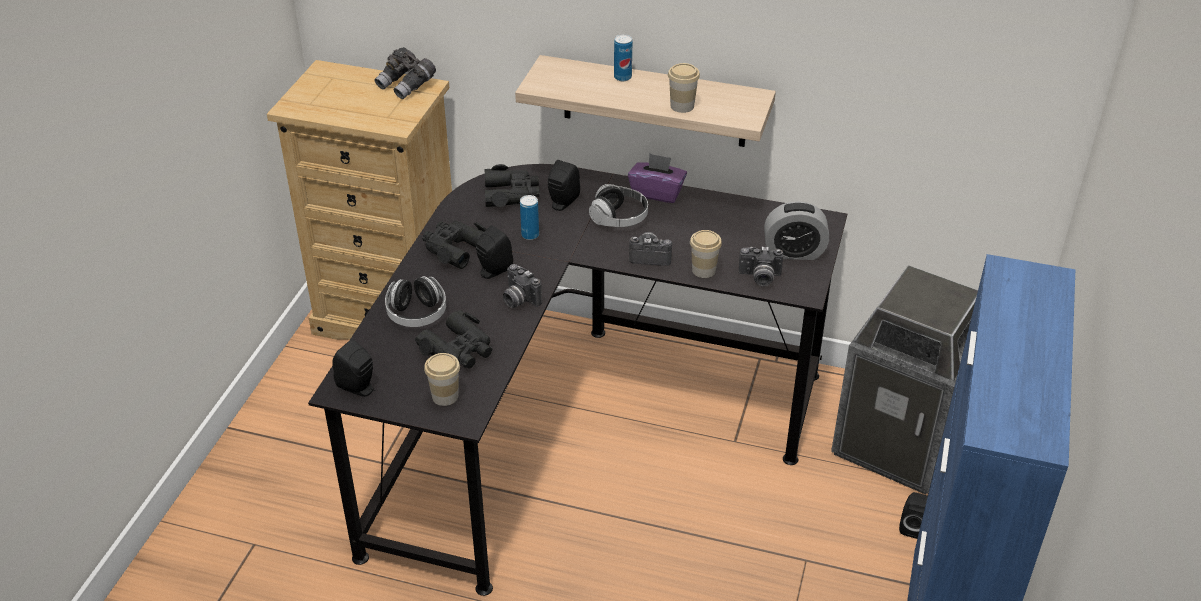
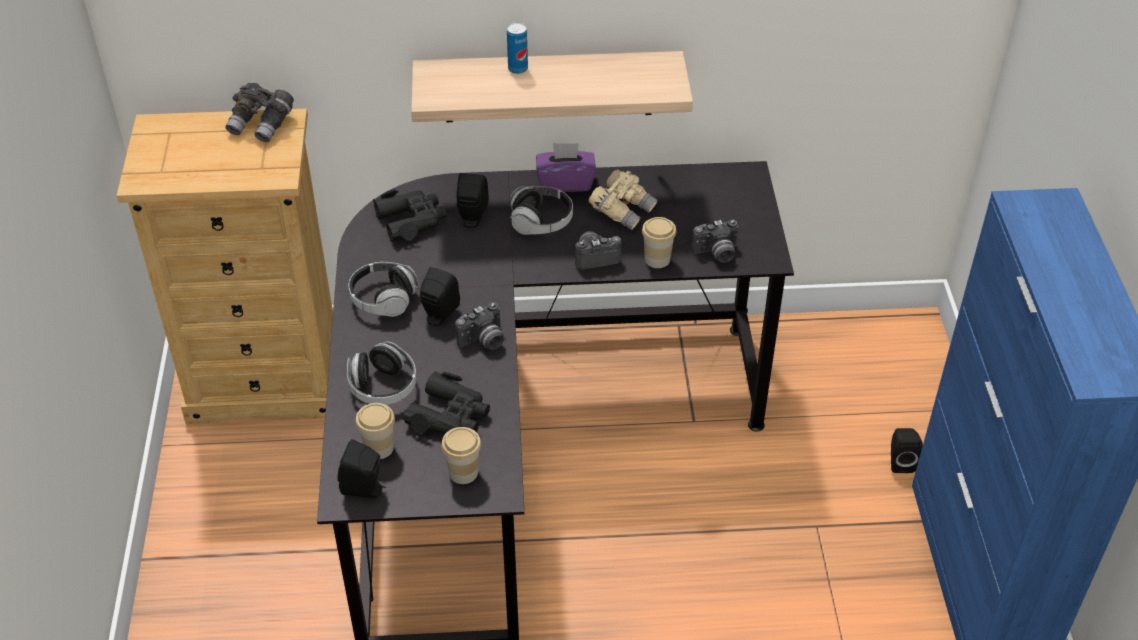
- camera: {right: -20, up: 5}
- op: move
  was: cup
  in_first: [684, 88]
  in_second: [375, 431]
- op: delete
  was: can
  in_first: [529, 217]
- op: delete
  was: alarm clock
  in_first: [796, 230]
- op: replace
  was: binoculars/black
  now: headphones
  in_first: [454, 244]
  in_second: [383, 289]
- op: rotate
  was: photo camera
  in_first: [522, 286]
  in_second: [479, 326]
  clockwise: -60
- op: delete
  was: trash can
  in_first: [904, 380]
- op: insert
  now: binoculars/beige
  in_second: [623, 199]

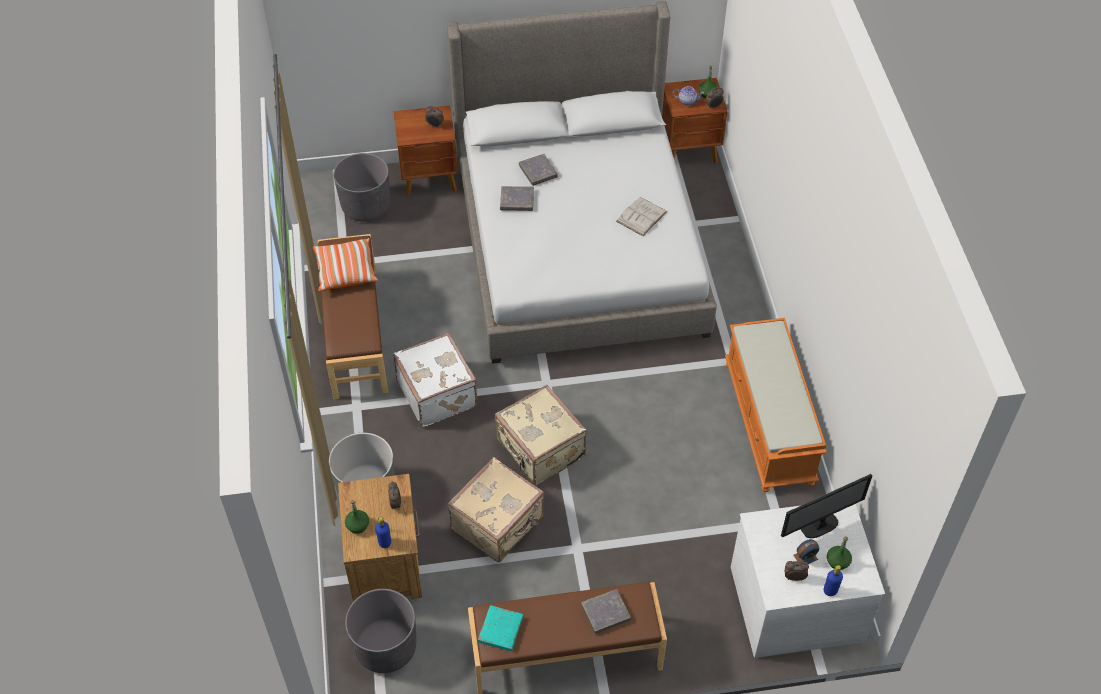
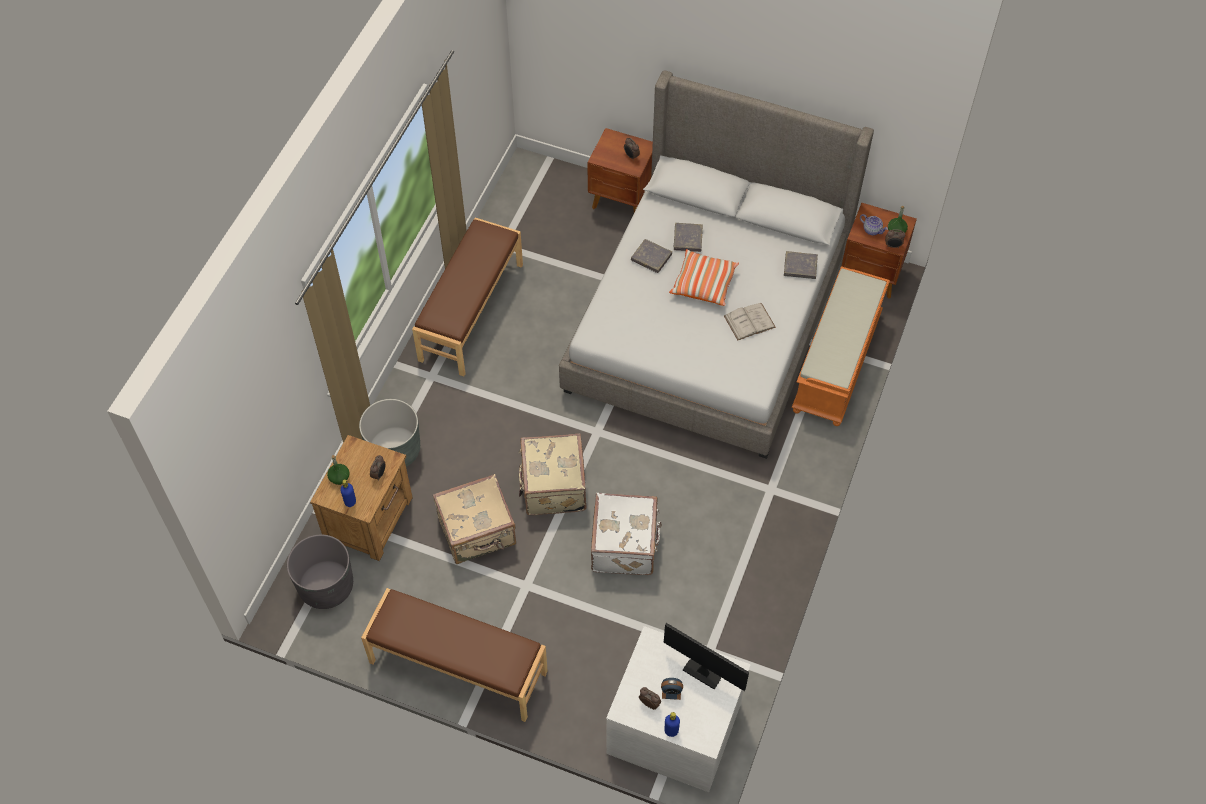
- camera: {right: 30, up: 5}
- op: delete
  was: planter/grey
  in_first: [361, 187]
- op: move
  was: pillow
  in_first: [345, 264]
  in_second: [704, 277]
- op: move
  was: bench/orange
  in_first: [776, 405]
  in_second: [841, 346]
- op: move
  was: suitcase/white
  in_first: [435, 380]
  in_second: [626, 534]
- op: rotate
  was: monitor
  in_first: [826, 506]
  in_second: [706, 657]
  clockwise: -150
- op: delete
  was: bottle/green
  in_first: [839, 553]
- op: move
  was: book/grey
  in_first: [606, 611]
  in_second: [801, 265]
- op: delete
  was: book/turquoise
  in_first: [500, 628]

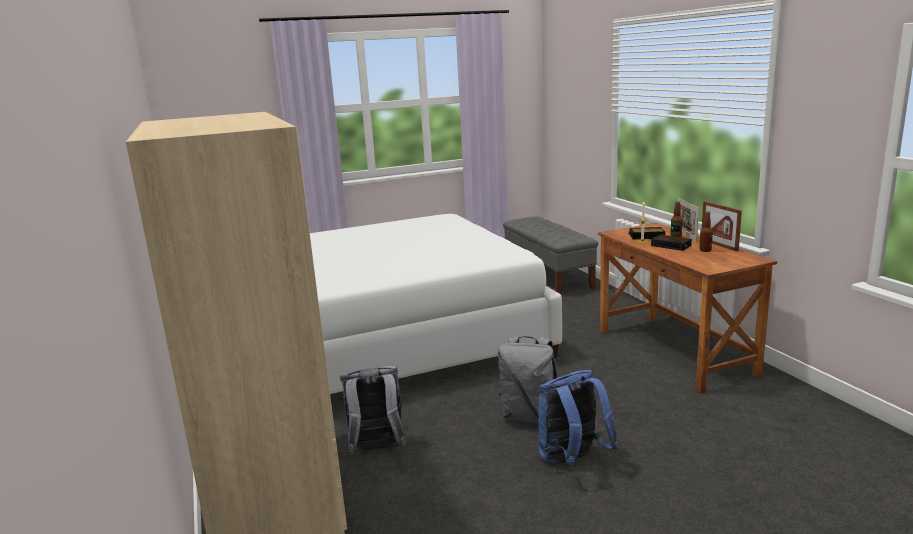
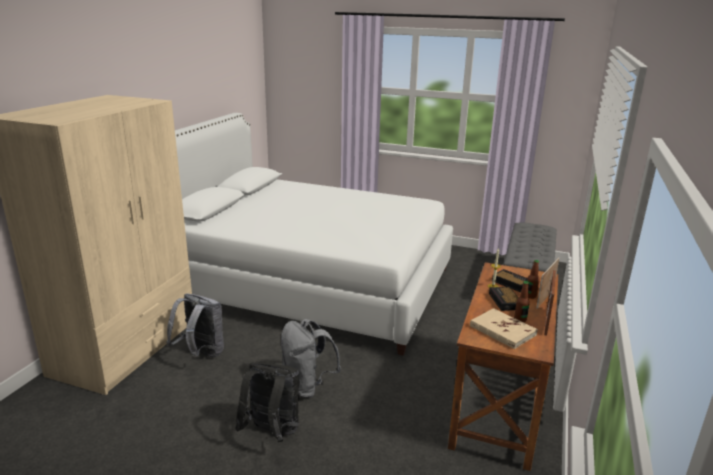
- camera: {right: 40, up: 5}
- op: recolor
  was: backpack/blue
  now: backpack/black
  in_first: [578, 417]
  in_second: [267, 402]
- op: insert
  now: book/beige
  in_second: [504, 328]

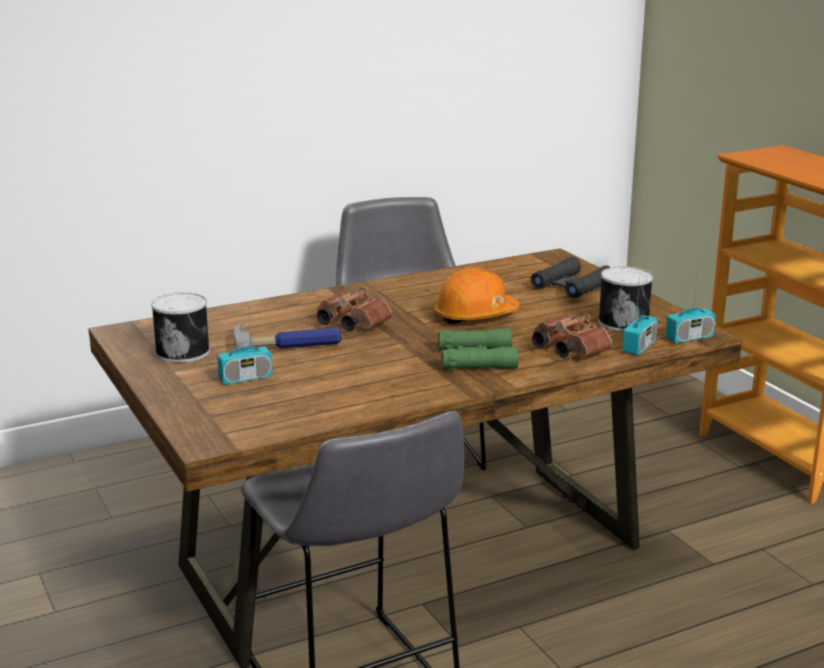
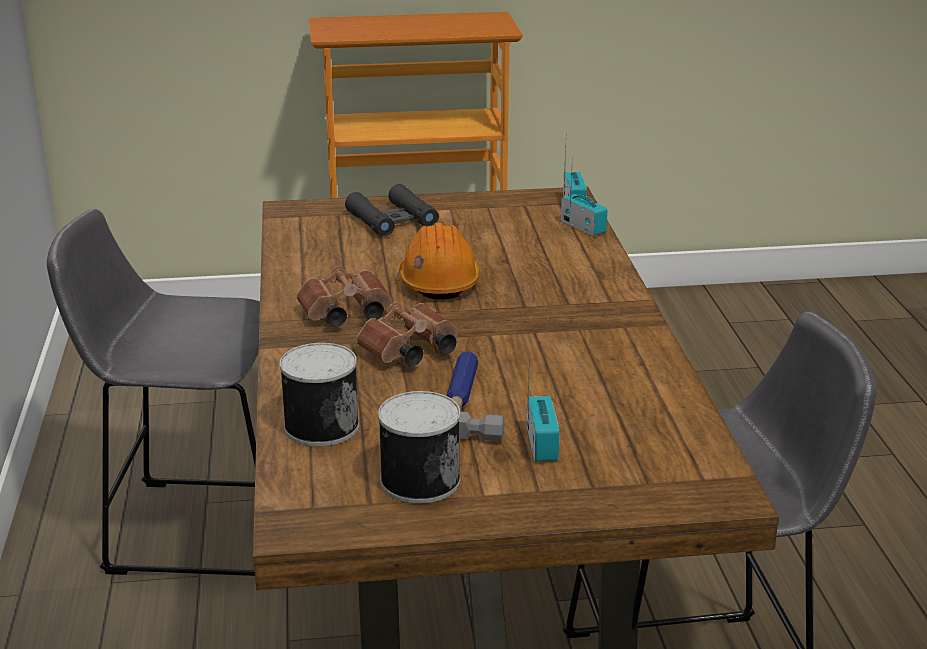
- camera: {right: -70, up: 5}
- op: move
  was: can
  in_first: [625, 299]
  in_second: [319, 394]
- op: move
  was: binoculars/brown
  in_first: [572, 337]
  in_second: [344, 296]
- op: delete
  was: binoculars/green
  in_first: [478, 349]

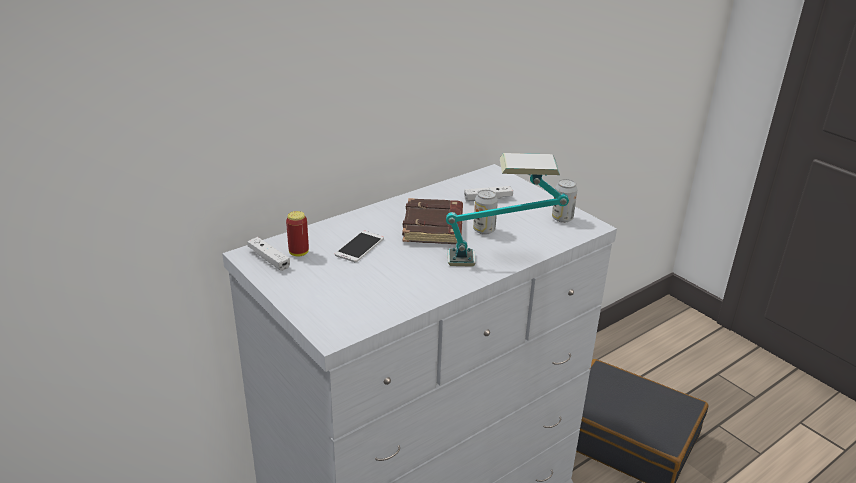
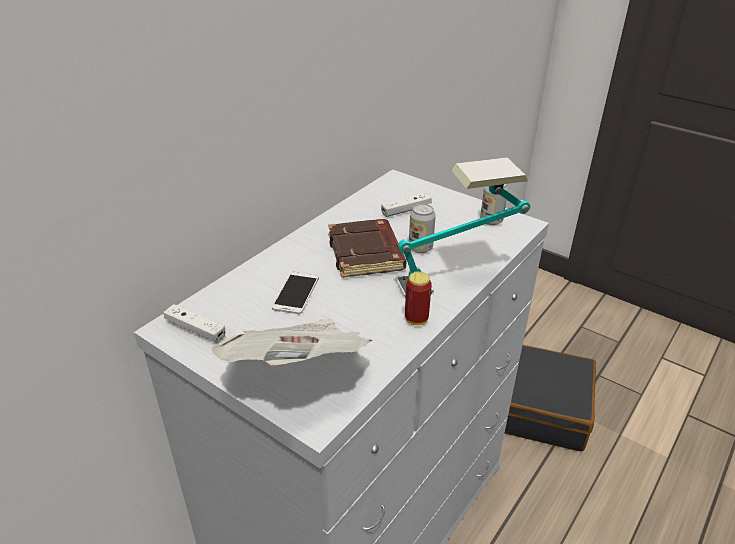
- camera: {right: -15, up: 5}
- op: move
  was: can
  in_first: [297, 233]
  in_second: [418, 298]
- op: insert
  now: newspaper
  in_second: [292, 343]

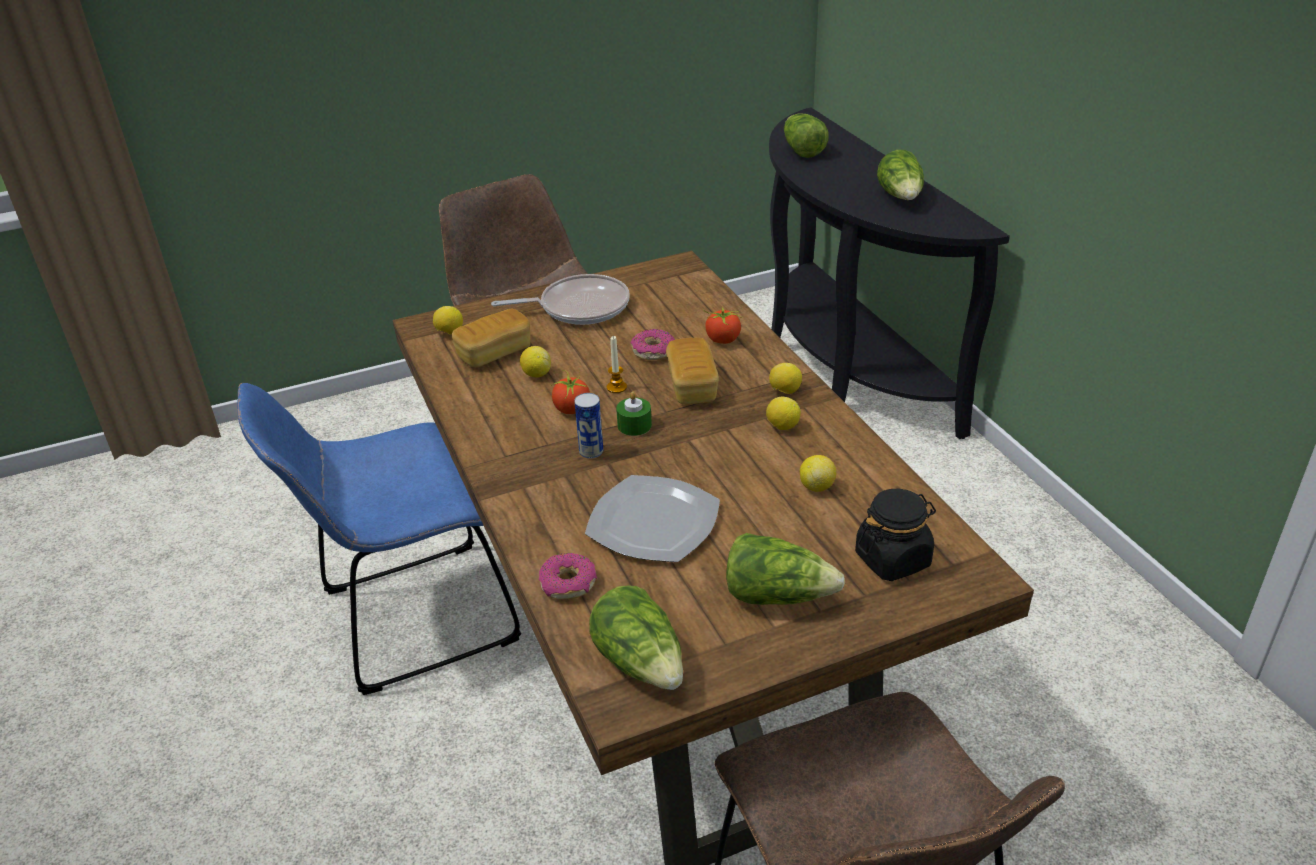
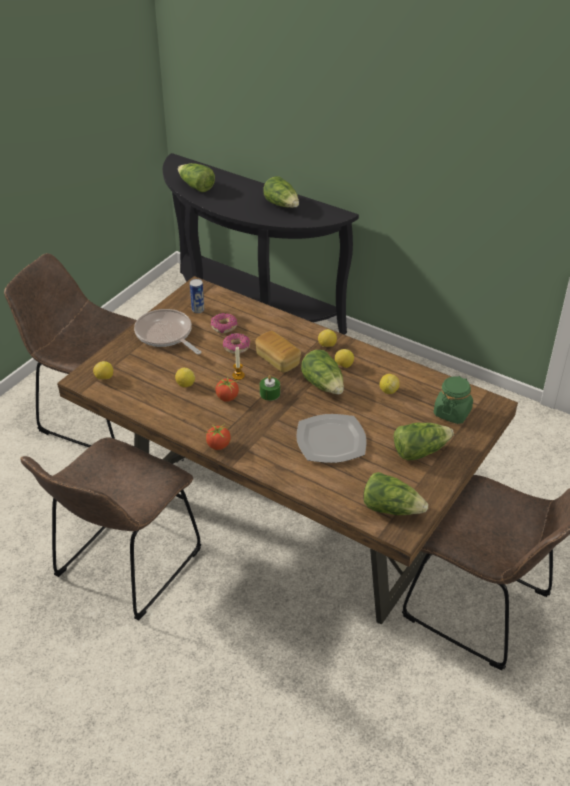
- camera: {right: -35, up: 5}
- op: rotate
  was: frying pan
  in_first: [560, 299]
  in_second: [168, 332]
  clockwise: -90
- op: move
  was: tomato
  in_first: [722, 325]
  in_second: [217, 437]
- op: delete
  was: bread
  in_first: [491, 337]
- op: recolor
  was: chair/blue
  now: chair/brown
  in_first: [379, 539]
  in_second: [110, 529]
- op: move
  was: can
  in_first: [588, 426]
  in_second: [197, 296]
- op: recolor
  was: jar/black
  now: jar/green
  in_first: [895, 535]
  in_second: [453, 400]
- op: move
  was: donut
  in_first: [568, 576]
  in_second: [224, 323]
- op: insert
  now: lettuce
  in_second: [322, 372]

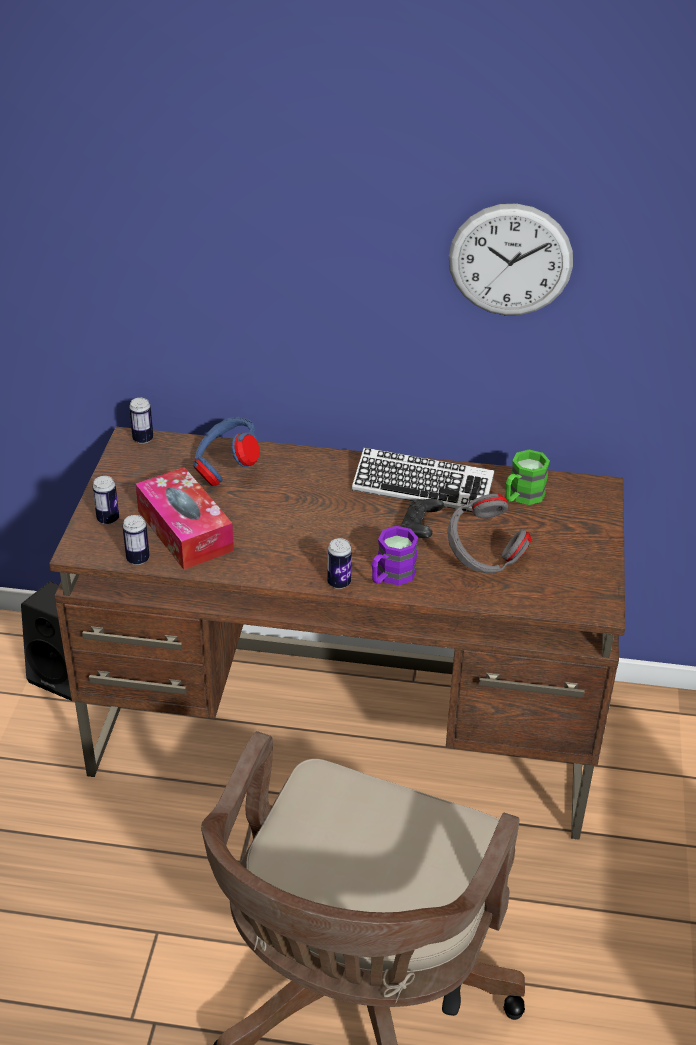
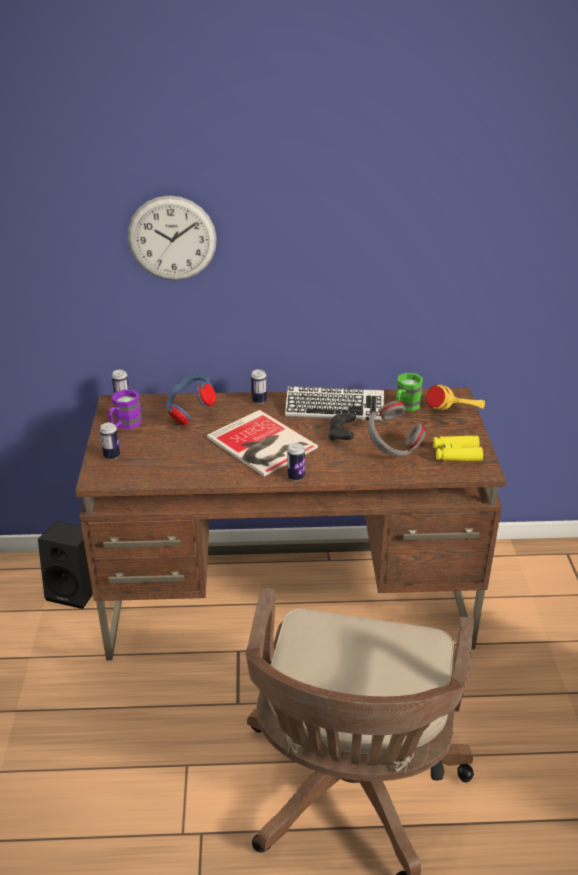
- camera: {right: -10, up: -5}
- op: move
  was: wall clock
  in_first: [511, 259]
  in_second: [172, 238]
- op: delete
  was: tissue box
  in_first: [184, 518]
- op: move
  was: can
  in_first: [136, 540]
  in_second: [259, 386]
- op: move
  was: mug/purple
  in_first: [395, 556]
  in_second: [125, 409]
- op: insert
  now: headphones/yellow
  in_second: [455, 397]
- op: insert
  now: book
  in_second: [262, 443]
- op: insert
  now: binoculars/yellow
  in_second: [458, 448]

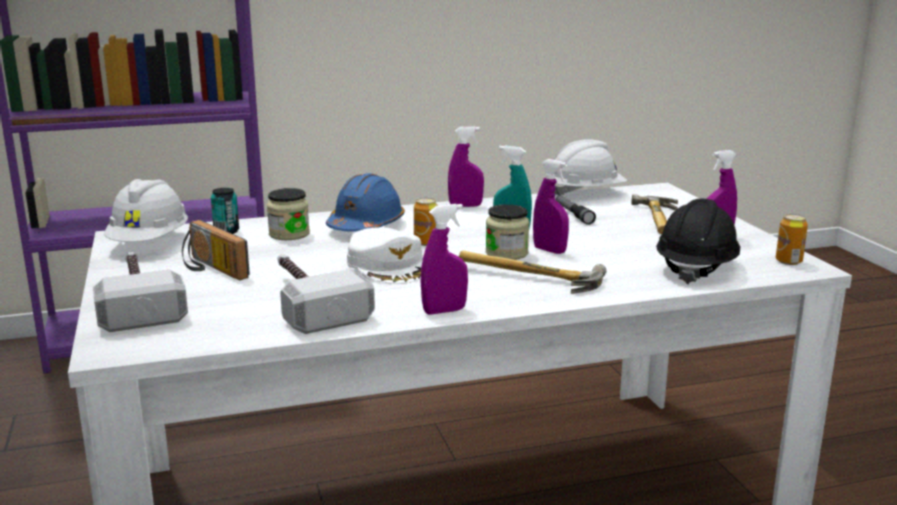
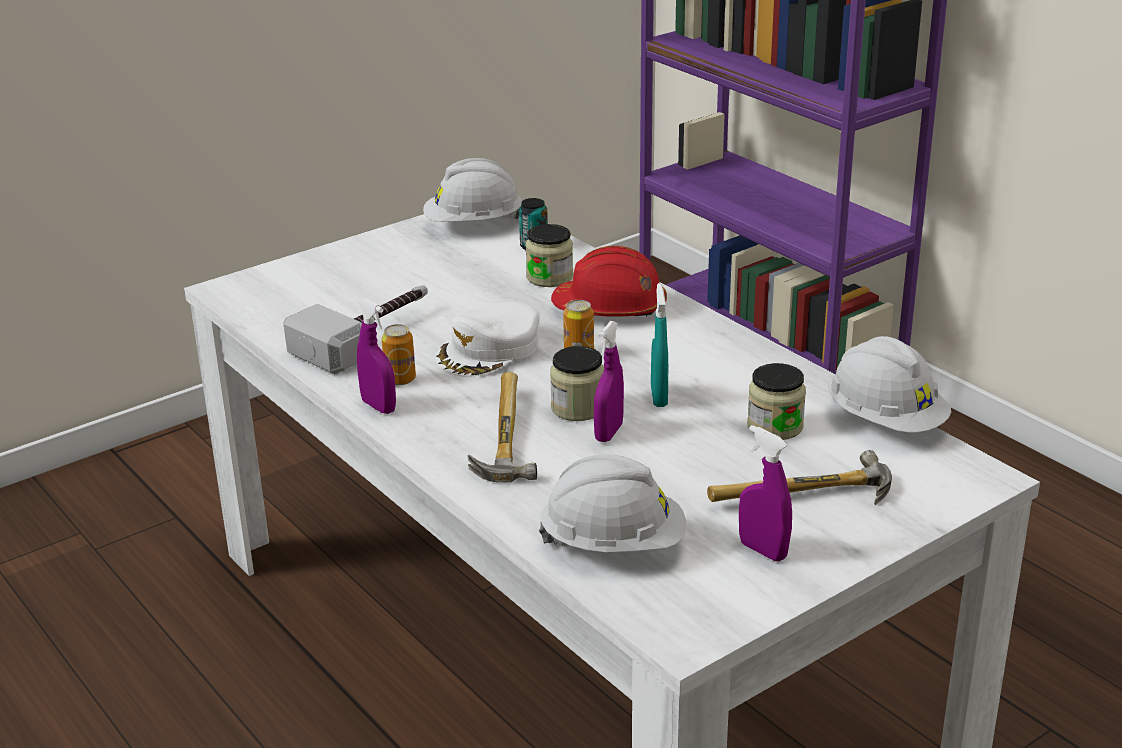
- camera: {right: 70, up: 10}
- op: delete
  was: spray bottle/purple
  in_first: [466, 166]
- op: recolor
  was: hard hat/blue
  now: hard hat/red
  in_first: [365, 202]
  in_second: [609, 281]
- op: replace
  was: flashlight
  now: jar
  in_first: [576, 210]
  in_second: [776, 401]
- op: recolor
  was: hard hat/black
  now: hard hat/white
  in_first: [698, 241]
  in_second: [612, 503]
- op: move
  was: can
  in_first: [792, 239]
  in_second: [399, 354]
- op: delete
  was: radio
  in_first: [216, 250]
- op: delete
  was: hammer
  in_first: [140, 292]

